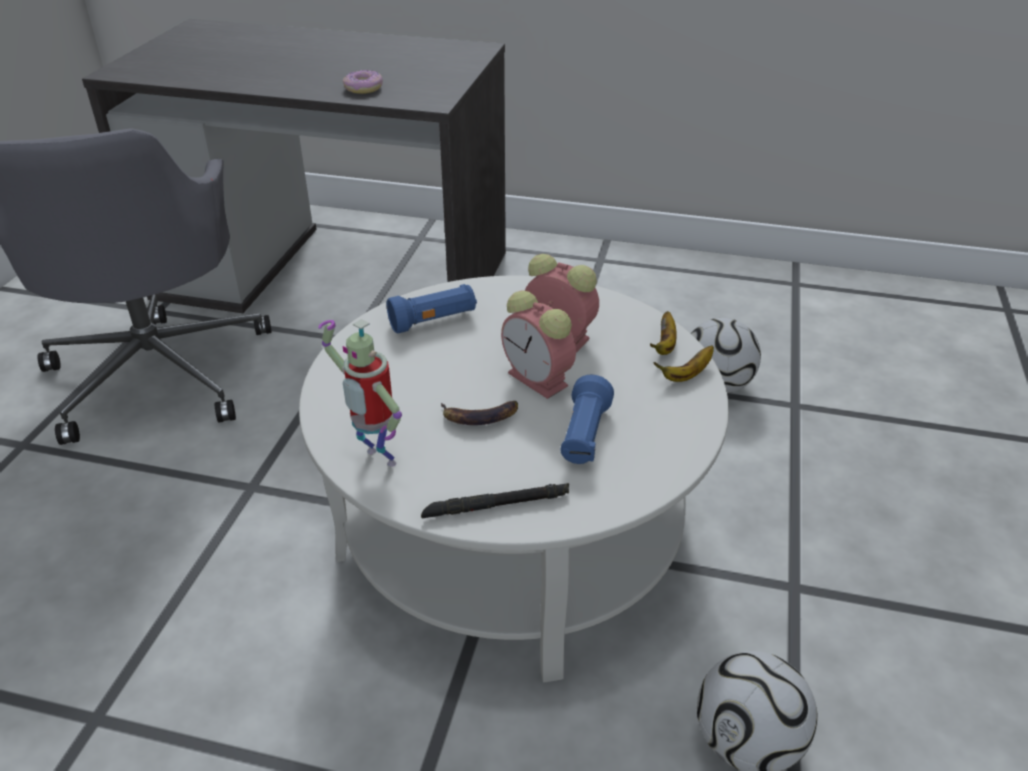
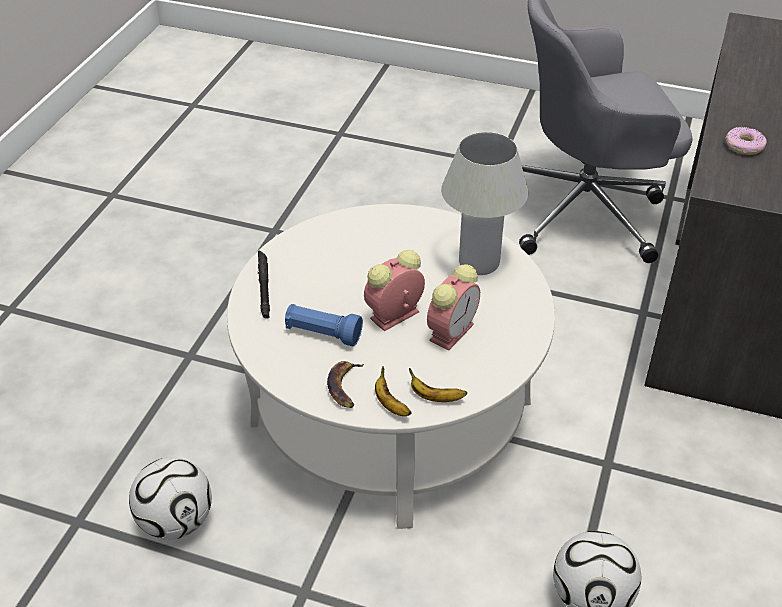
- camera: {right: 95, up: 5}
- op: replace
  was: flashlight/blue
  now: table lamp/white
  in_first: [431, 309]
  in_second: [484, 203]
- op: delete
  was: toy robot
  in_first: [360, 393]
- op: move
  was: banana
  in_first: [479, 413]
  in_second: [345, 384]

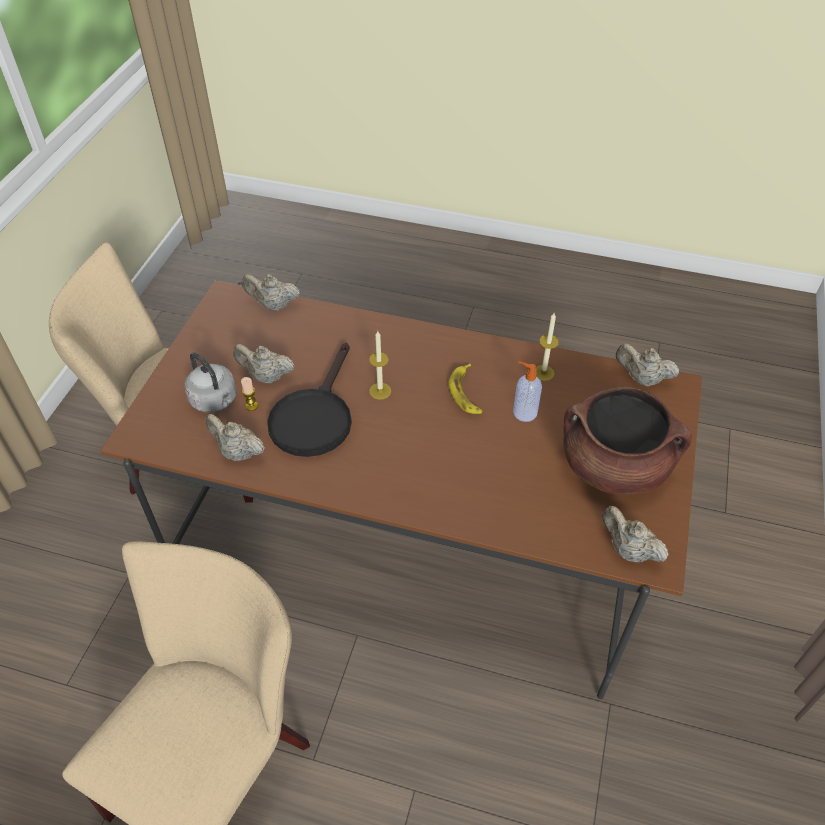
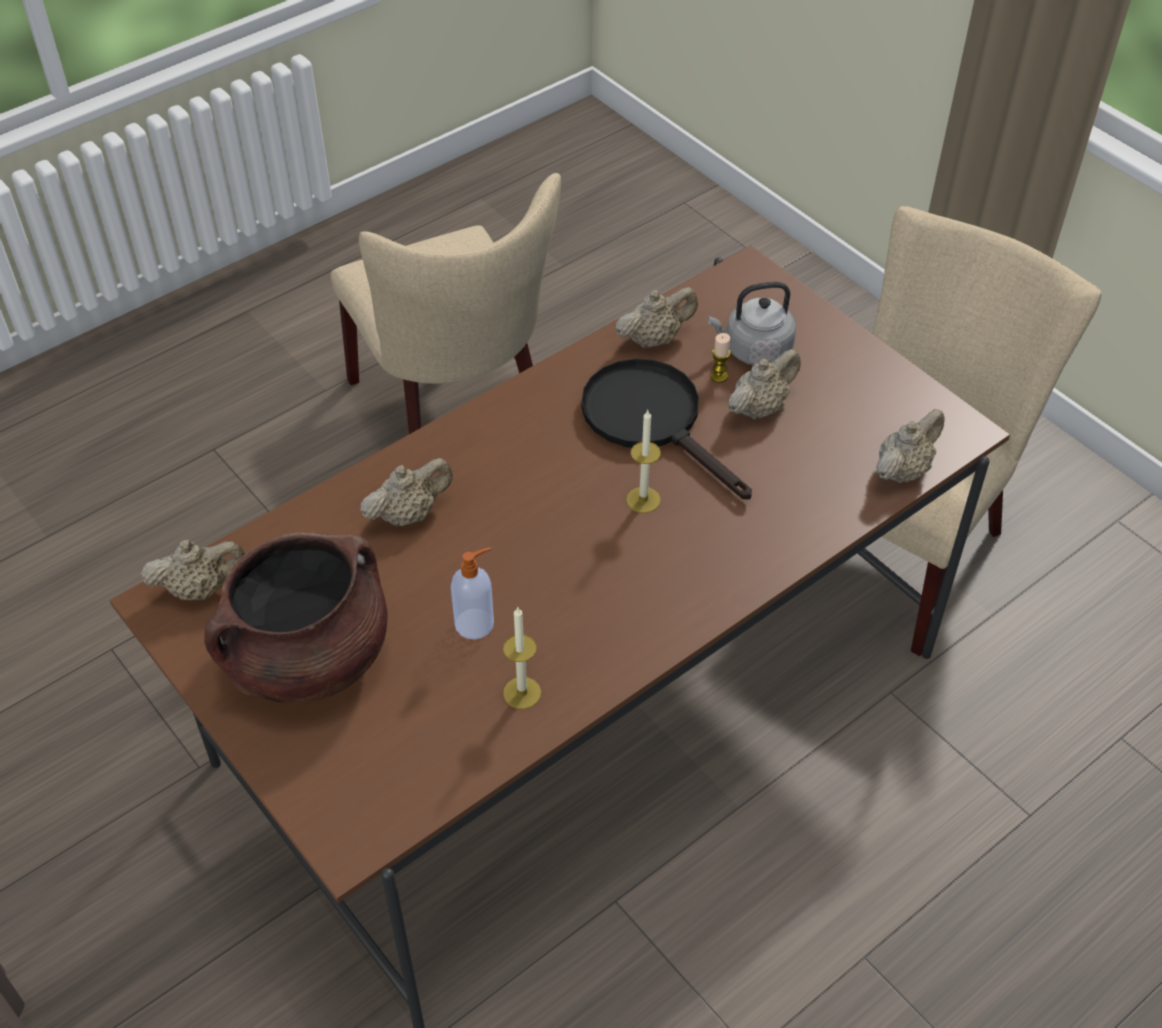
- camera: {right: 125, up: 0}
- op: move
  was: teapot/beige
  in_first: [647, 365]
  in_second: [406, 492]
- op: delete
  was: banana
  in_first: [465, 388]

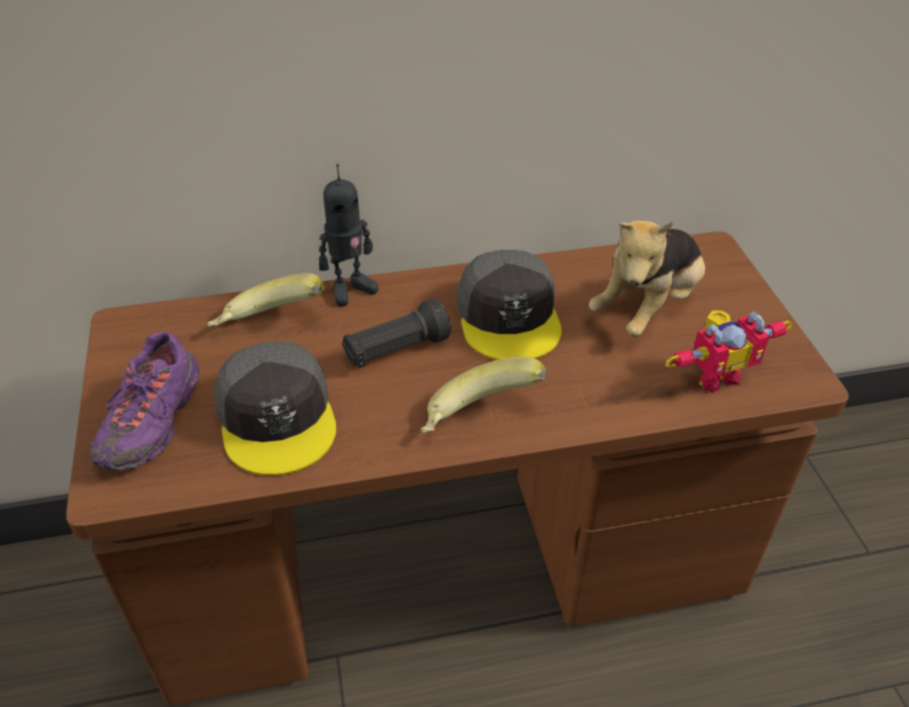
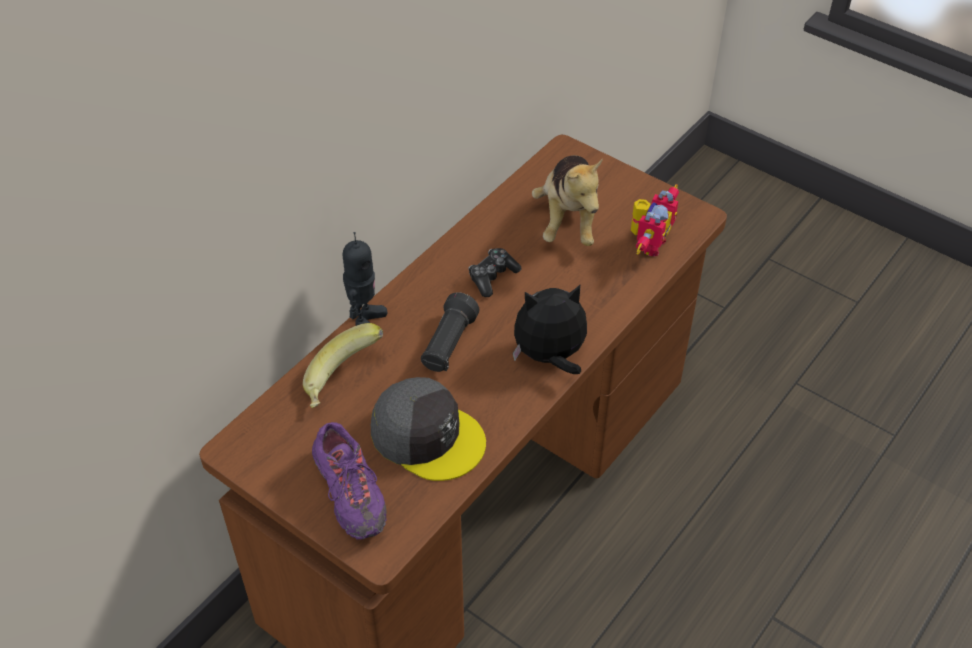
- camera: {right: -40, up: 5}
- op: replace
  was: cap/grey
  now: game controller
  in_first: [509, 305]
  in_second: [495, 272]
- op: replace
  was: banana
  now: plush toy
  in_first: [483, 395]
  in_second: [549, 329]

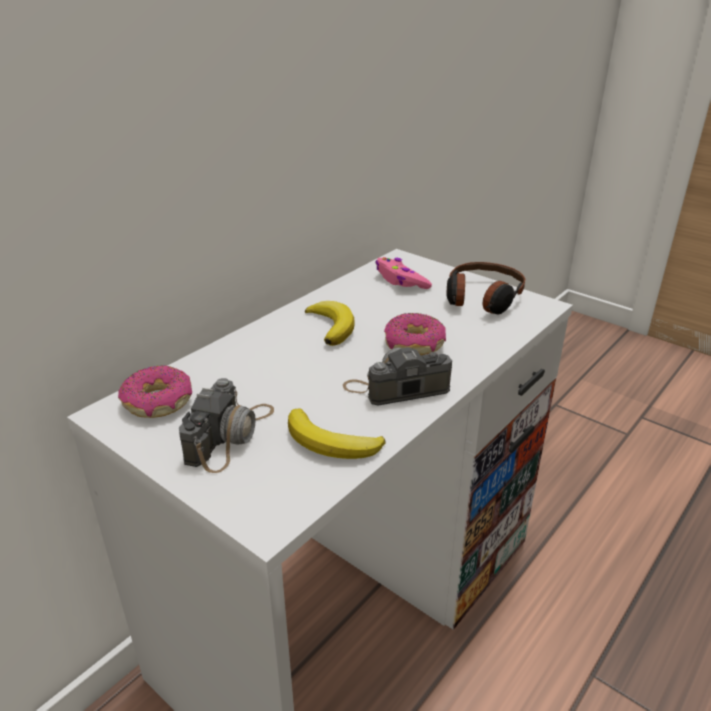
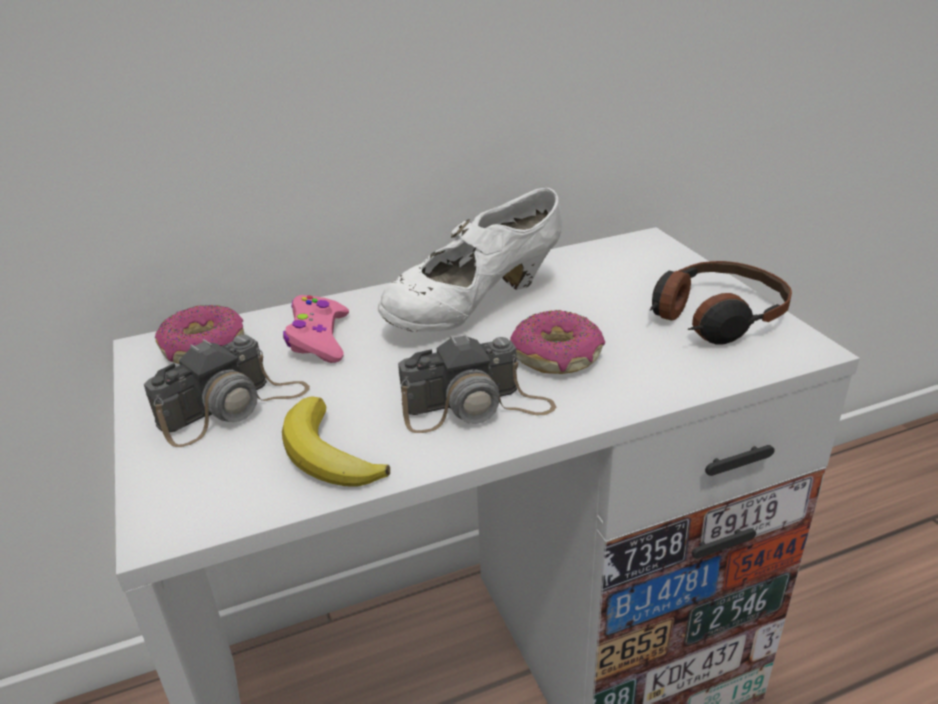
- camera: {right: 30, up: 0}
- op: move
  was: game controller/pink
  in_first: [404, 273]
  in_second: [316, 329]
- op: replace
  was: banana
  now: shoe/white
  in_first: [330, 323]
  in_second: [470, 260]
- op: rotate
  was: photo camera
  in_first: [397, 376]
  in_second: [477, 383]
  clockwise: 150

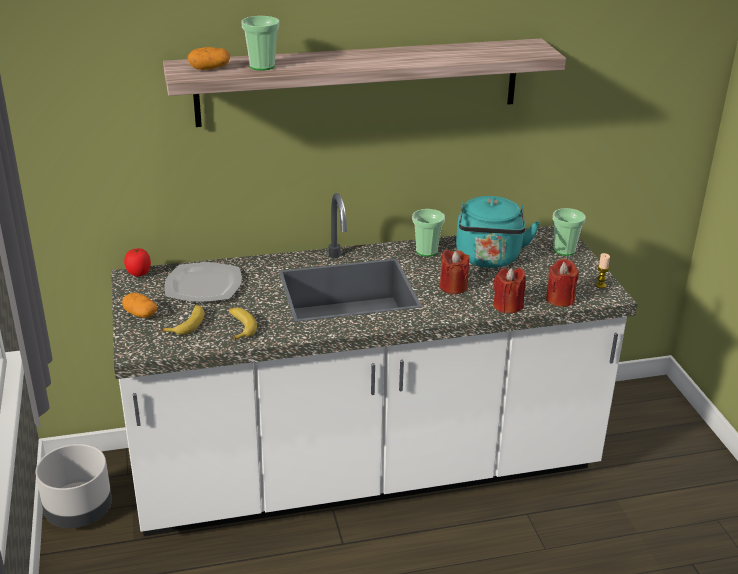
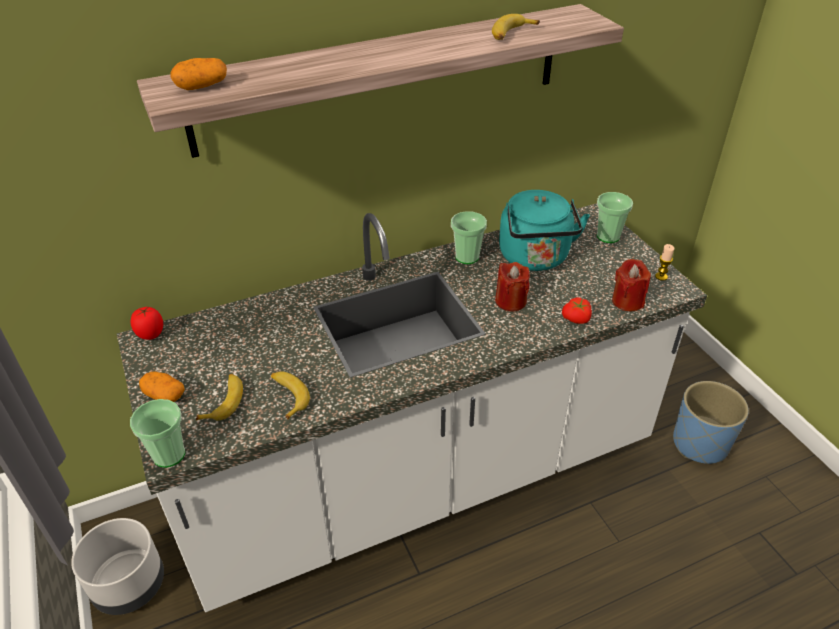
- camera: {right: -10, up: 10}
- op: move
  was: cup
  in_first: [260, 43]
  in_second: [157, 433]
- op: delete
  was: plate
  in_first: [203, 282]
- op: replace
  was: candle/red
  now: tomato
  in_first: [509, 290]
  in_second: [577, 310]
- op: insert
  now: banana
  in_second: [516, 27]
- op: insert
  now: planter/blue
  in_second: [711, 422]

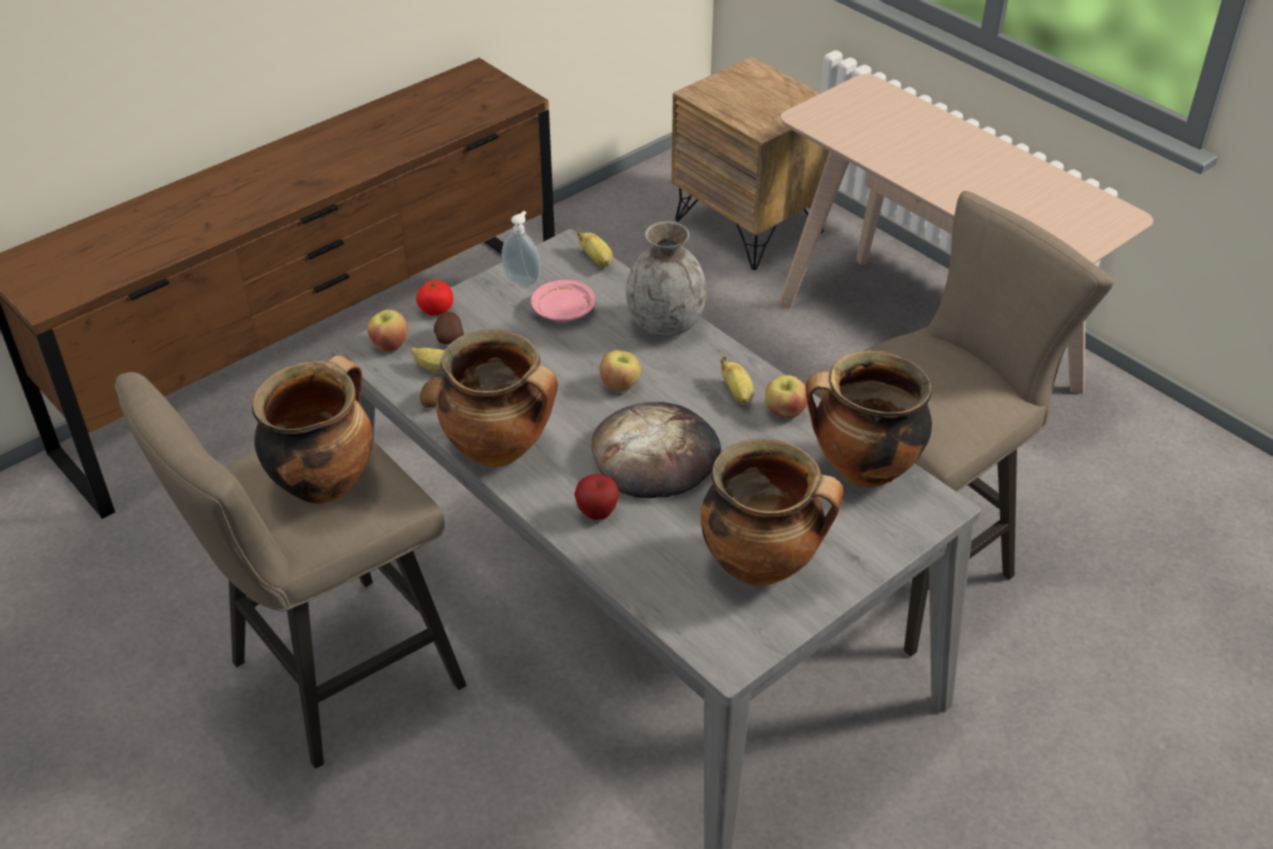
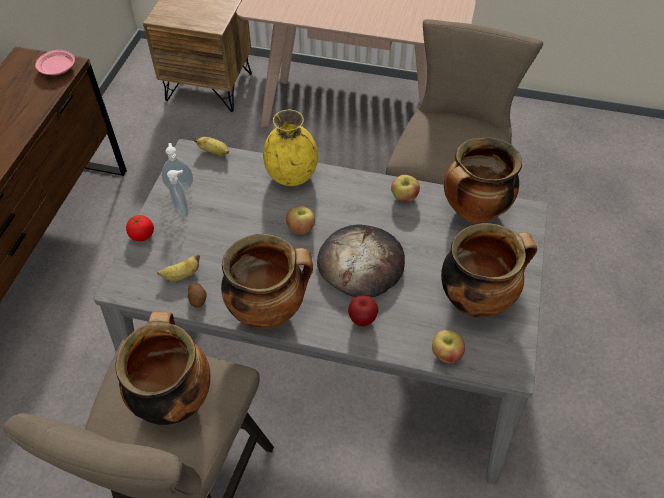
- camera: {right: -35, up: 10}
- op: recolor
  was: vase/grey
  now: vase/yellow
  in_first: [666, 279]
  in_second: [290, 148]
- op: move
  was: plate/pink
  in_first: [563, 301]
  in_second: [55, 62]
- op: move
  was: apple
  in_first: [387, 331]
  in_second: [448, 346]
- op: delete
  was: potato
  in_first: [449, 328]
- op: delete
  was: banana
  in_first: [737, 380]
- op: insert
  now: soap dispenser
  in_second: [177, 194]

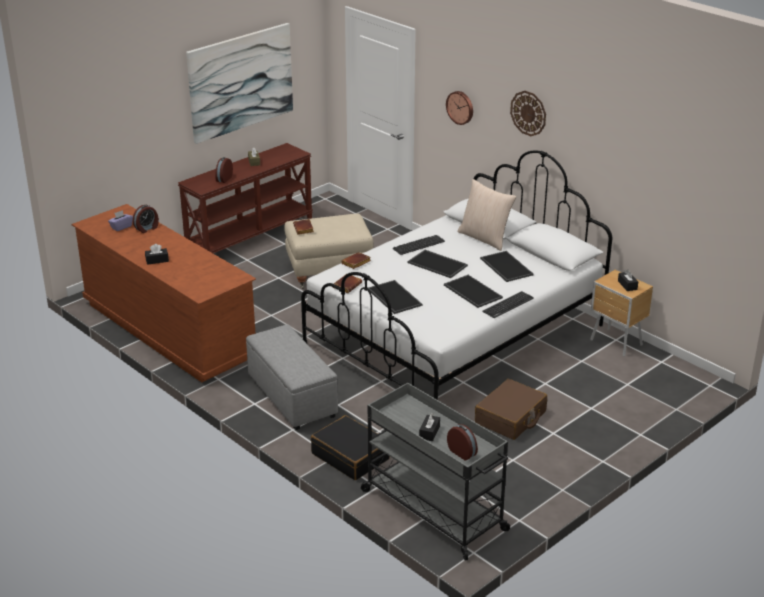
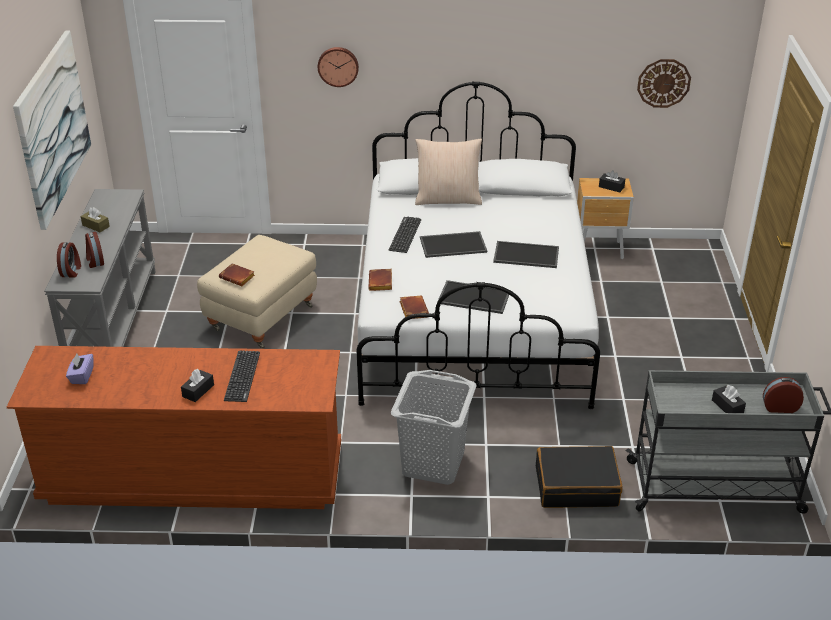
- camera: {right: -45, up: 5}
- op: move
  was: wall clock
  in_first: [528, 113]
  in_second: [664, 83]
- op: recolor
  was: console table/brown
  now: console table/grey
  in_first: [245, 198]
  in_second: [100, 268]
- op: move
  was: alarm clock
  in_first: [146, 219]
  in_second: [69, 260]
- op: delete
  was: tray
  in_first: [507, 266]
- op: move
  was: keyboard
  in_first: [508, 304]
  in_second: [242, 376]
- op: replace
  was: ottoman/grey
  now: laundry basket/grey
  in_first: [292, 377]
  in_second: [434, 427]
- op: delete
  was: suitcase/brown
  in_first: [511, 409]

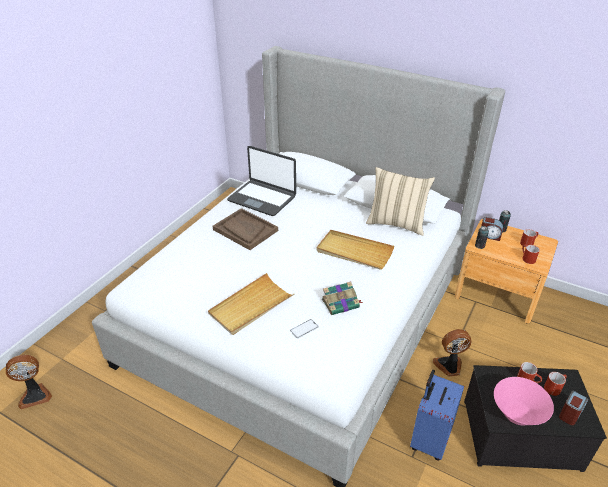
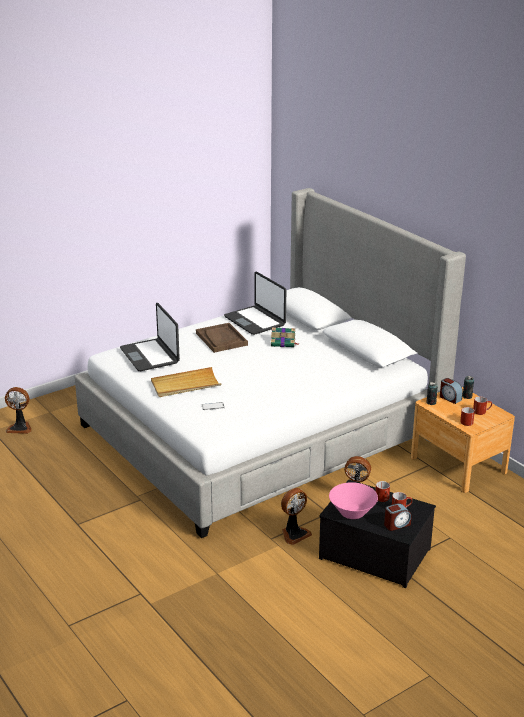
- camera: {right: 25, up: -10}
- op: delete
  was: pillow/beige
  in_first: [400, 201]
- op: delete
  was: tray/beige
  in_first: [355, 250]
- op: move
  was: book
  in_first: [342, 298]
  in_second: [284, 337]
- op: replace
  was: suitcase/blue
  now: fan
  in_first: [437, 415]
  in_second: [296, 516]
- op: insert
  now: laptop
  in_second: [150, 337]

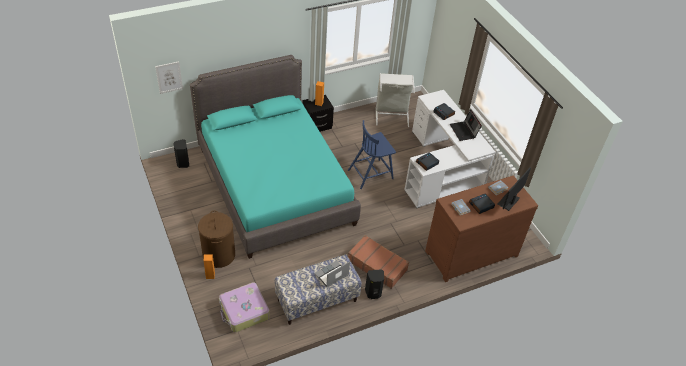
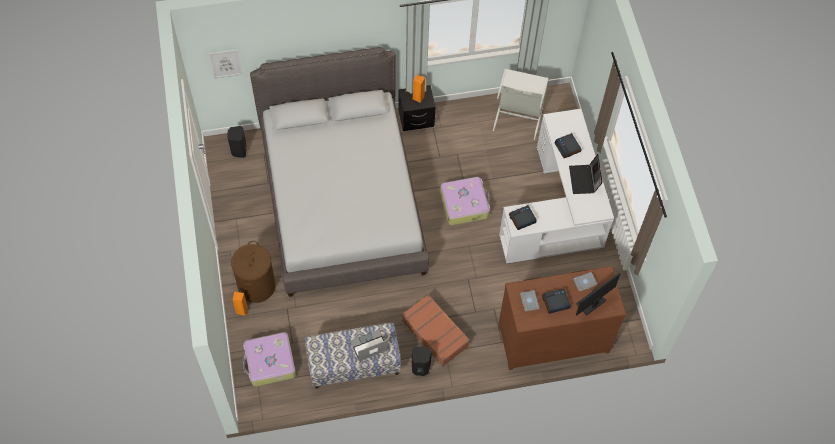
- camera: {right: 15, up: 15}
- op: recolor
  was: bed/turquoise
  now: bed/grey
  in_first: [275, 157]
  in_second: [339, 172]
- op: replace
  was: chair/blue
  now: suitcase
  in_first: [372, 154]
  in_second: [465, 201]

